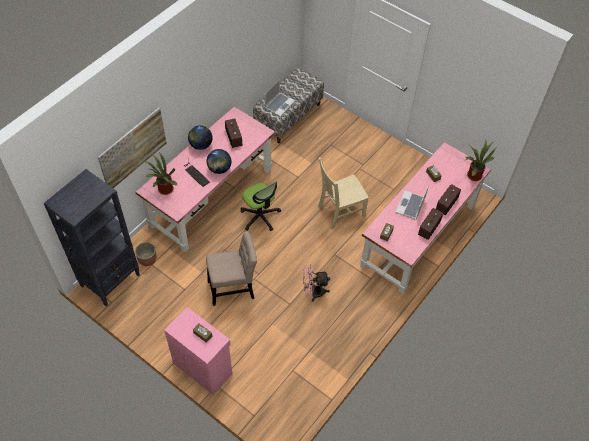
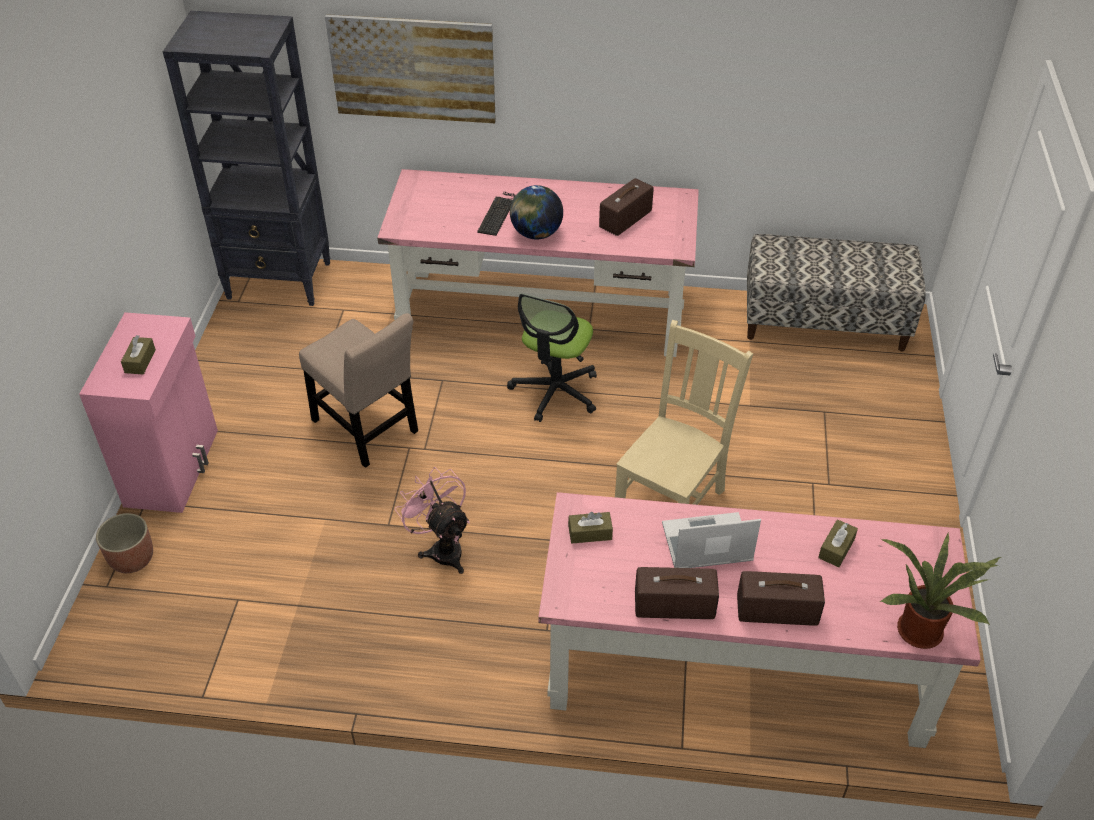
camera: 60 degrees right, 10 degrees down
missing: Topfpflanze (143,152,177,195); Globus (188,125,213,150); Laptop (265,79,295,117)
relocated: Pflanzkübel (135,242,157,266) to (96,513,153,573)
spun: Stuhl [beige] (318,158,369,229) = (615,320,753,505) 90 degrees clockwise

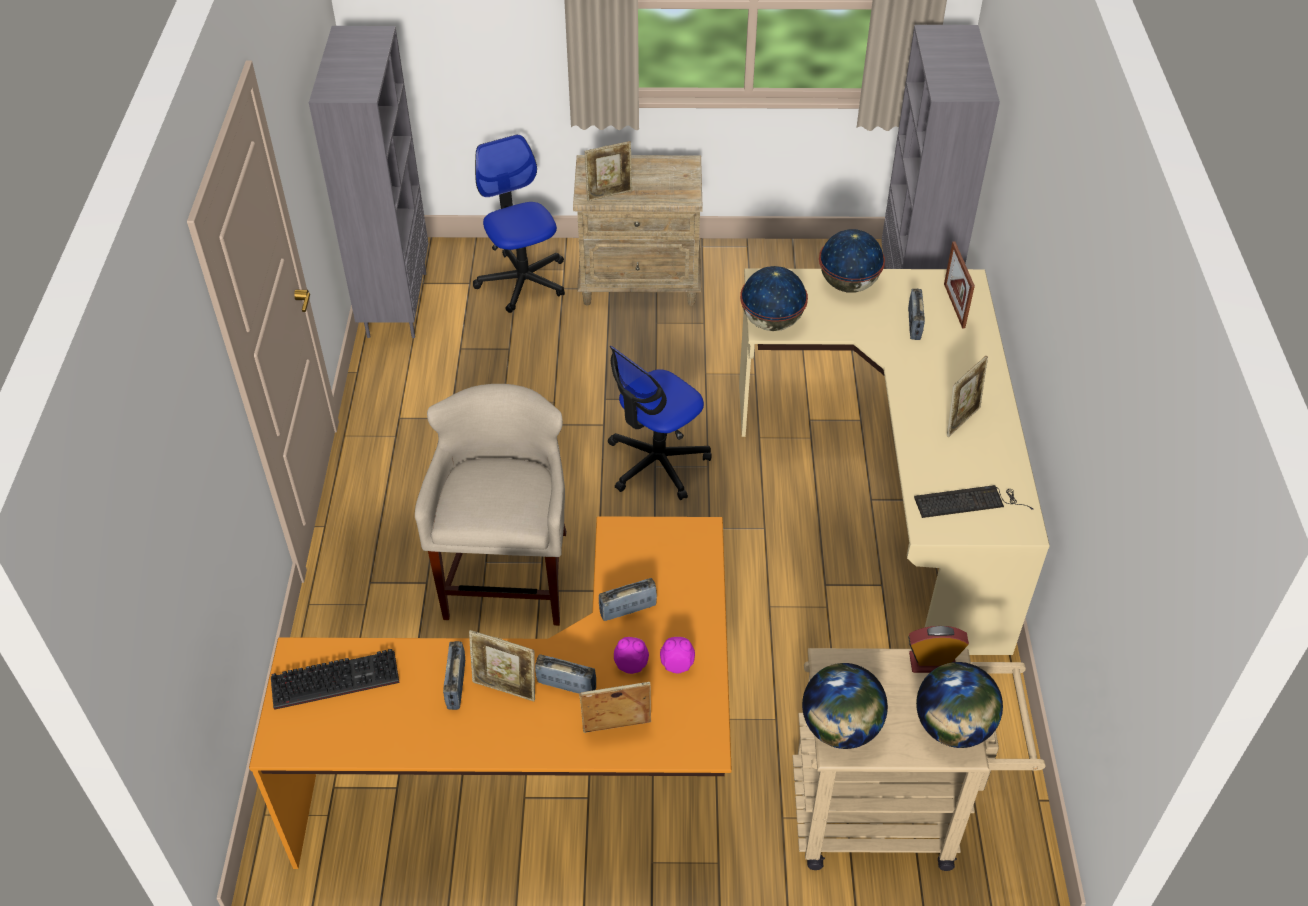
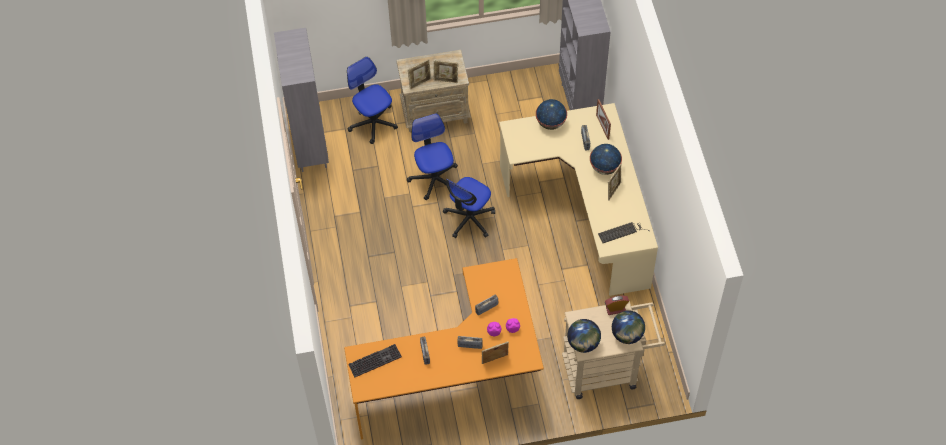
camera: 10 degrees left, 10 degrees up
missing: Hocker [beige] (415,384,567,626)
appeared: Bürostuhl (407,113,458,200)
relocated: Bilderrahmen (469,630,535,701) to (433,60,458,83); Globus (740,266,808,331) to (590,144,622,175)

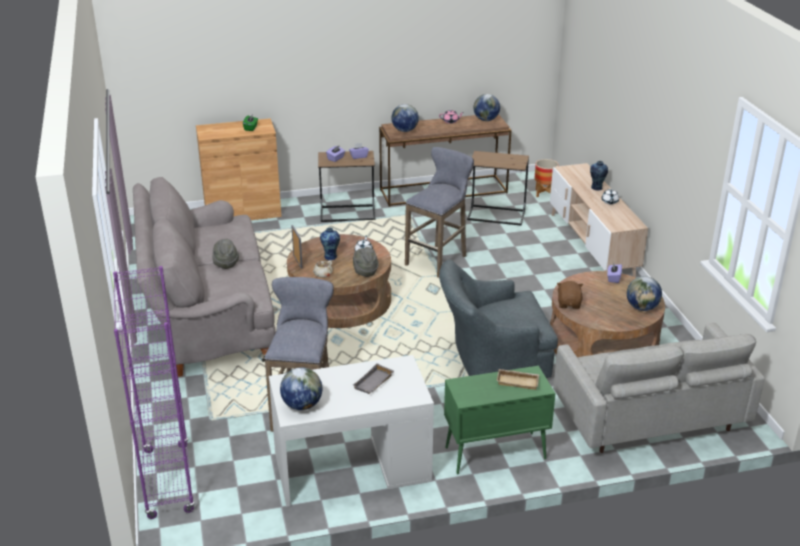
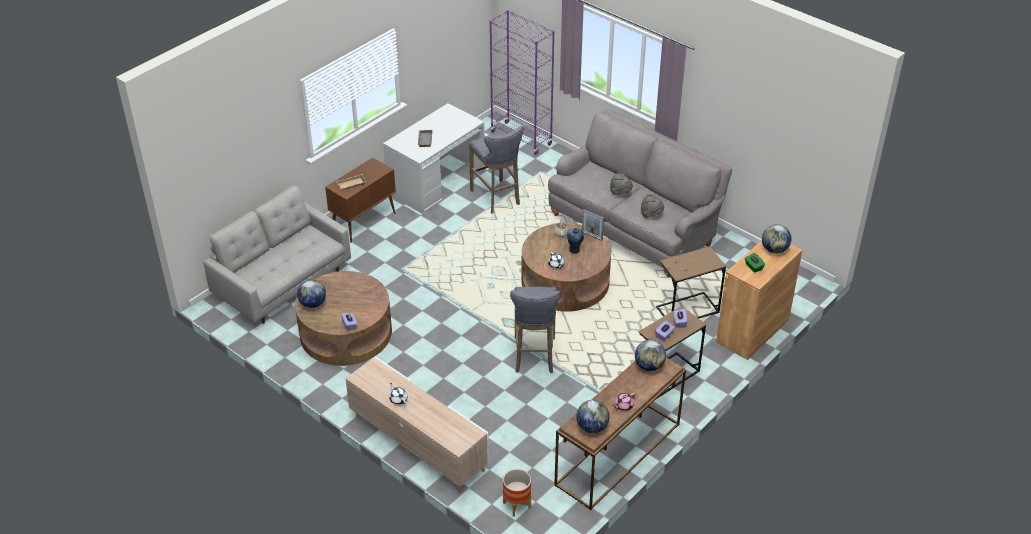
camera: 145 degrees right, 10 degrees up
missing: Sessel [grau] (439,260,558,378); Plüschtier [braun] (557,281,583,309); Vase (590,161,608,191)
relocated: Globus (280,367,322,410) to (762,224,792,254); Hut [grau] (353,247,379,277) to (640,194,664,218); Beistelltisch [braun] (467,151,529,226) to (656,246,726,318)
colour: Schrank [grün] (444,366,556,474) to Schrank [braun] (325,157,396,243)

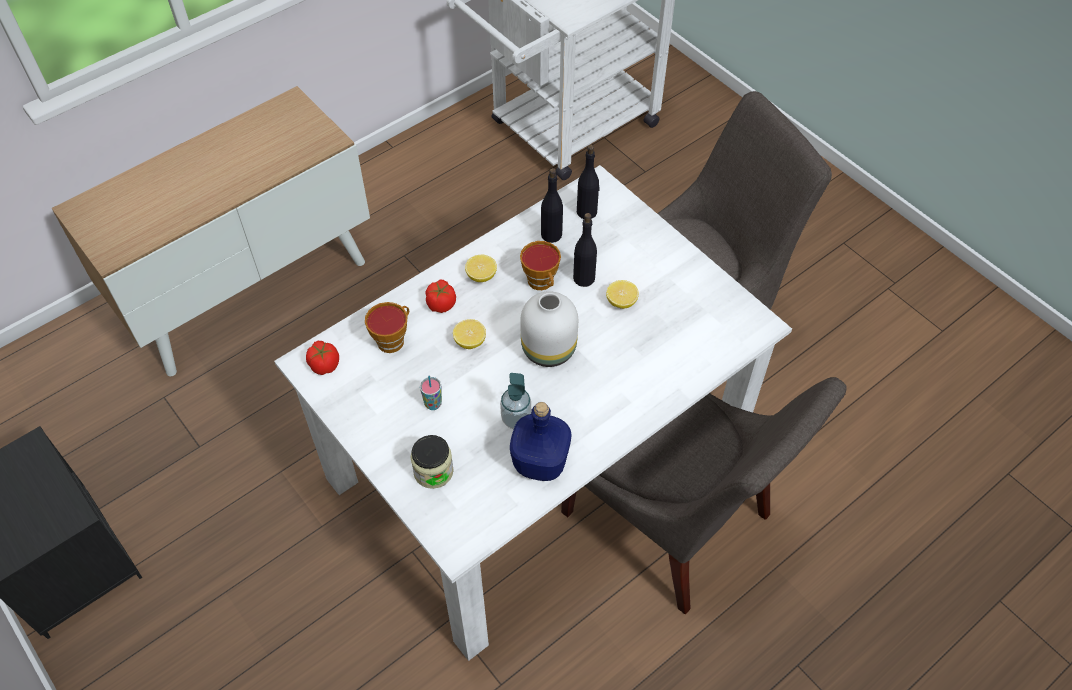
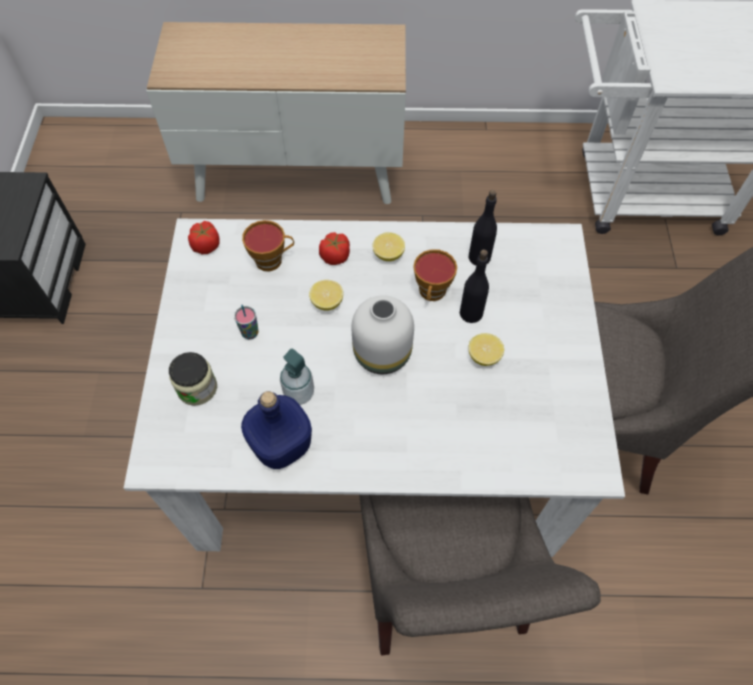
camera: 40 degrees right, 5 degrees up
missing: Flasche [schwarz] (577,145,600,219)

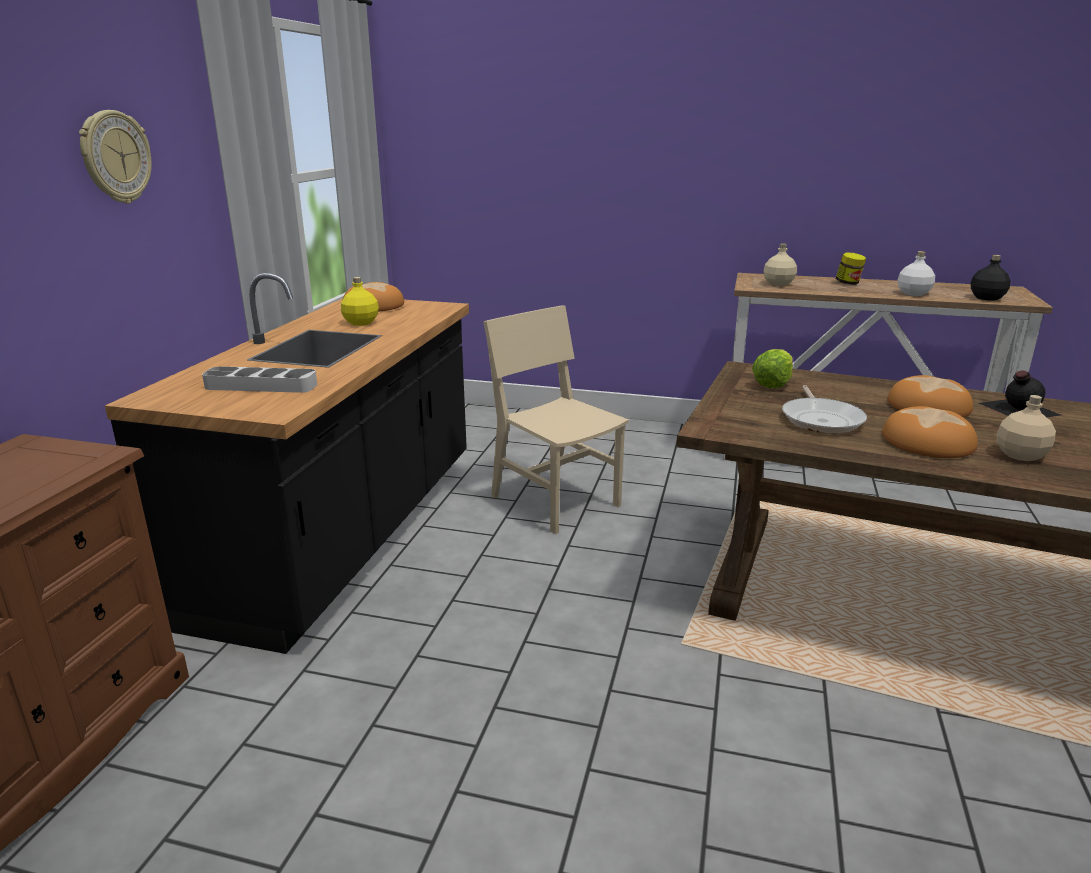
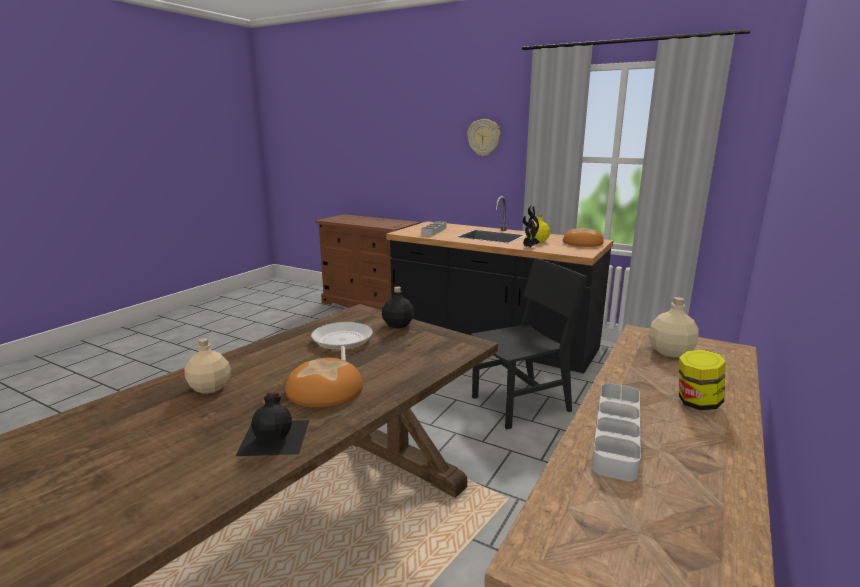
camera: 105 degrees right, 5 degrees down
missing: Salatkopf (752,349,793,388); Brot (882,406,978,458)
appeared: Topfpflanze (523,205,540,247)
relocated: Flasche [schwarz] (970,255,1011,301) to (382,287,414,328)
exchanged: Flasche [weiß] (898,251,935,296) to Tablett [grau] (591,383,641,481)
colour: Stuhl [beige] (483,305,629,534) to Stuhl [schwarz] (471,258,587,429)
spun: Pfanne (782,385,867,434) = (311,322,373,361) 60 degrees clockwise

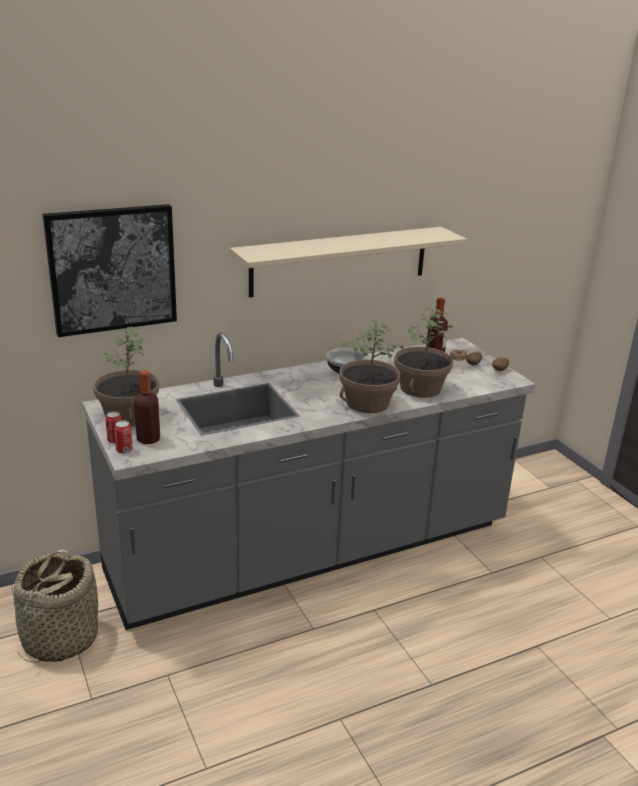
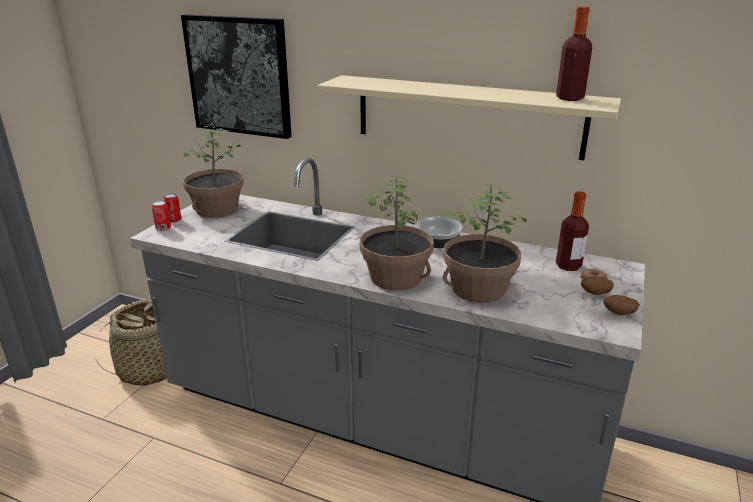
camera: 50 degrees right, 0 degrees up
relocated: Flasche (134,370,160,444) to (556,7,592,101)

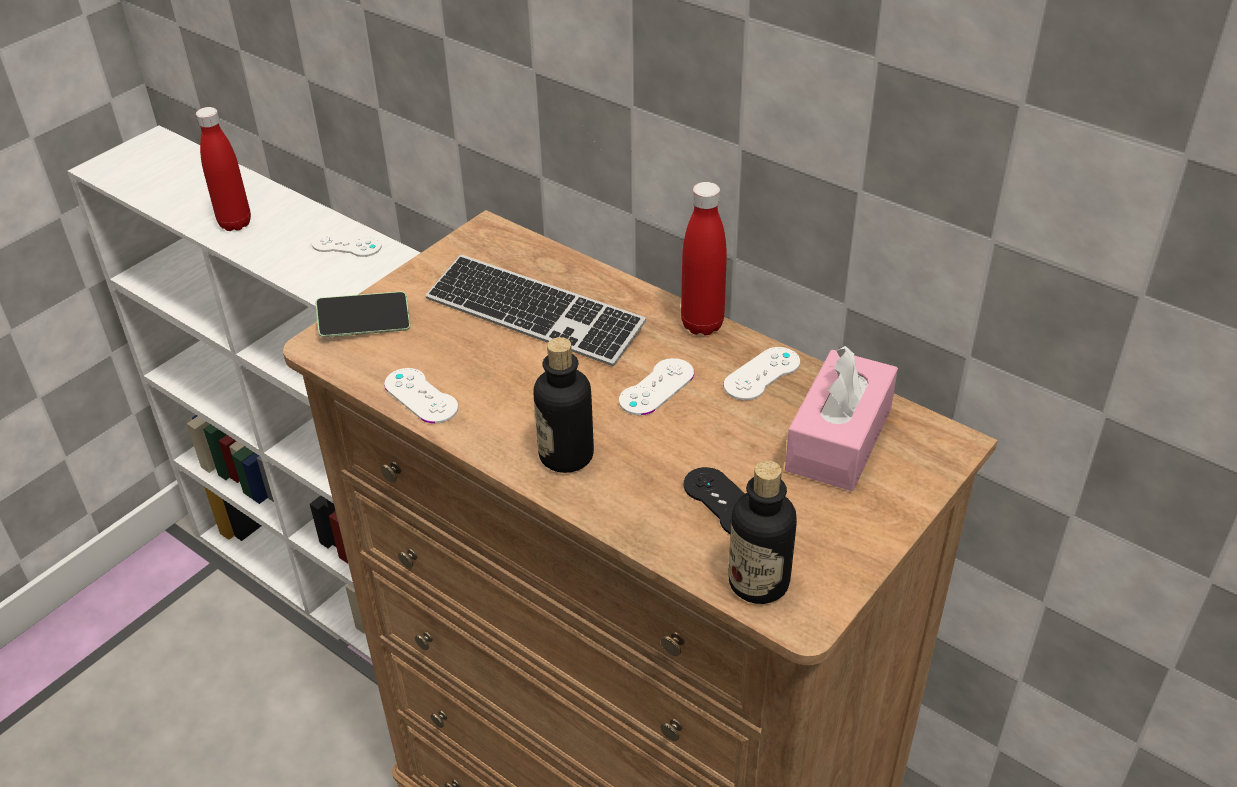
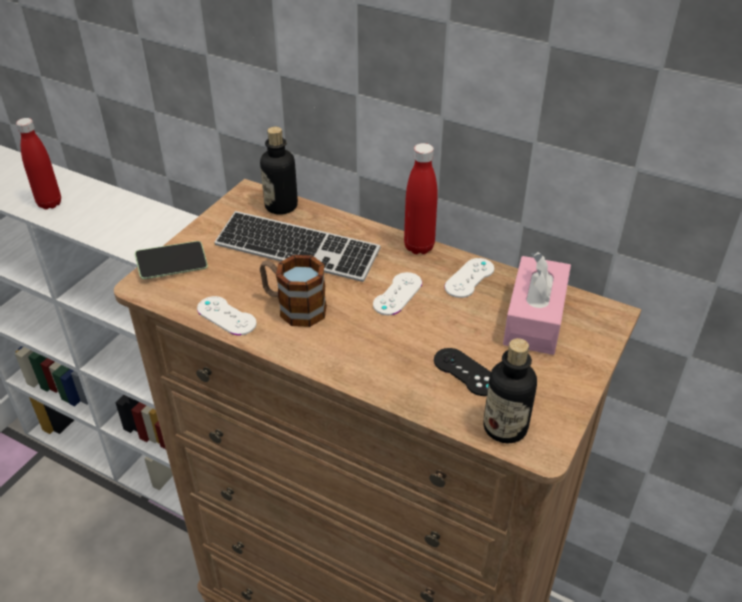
camera: 10 degrees left, 0 degrees up
missing: Gamepad [weiß] (311,232,382,257)
appeared: Henkelbecher (260,255,327,327)
relocated: Flasche (533,337,594,473) to (260,127,298,215)

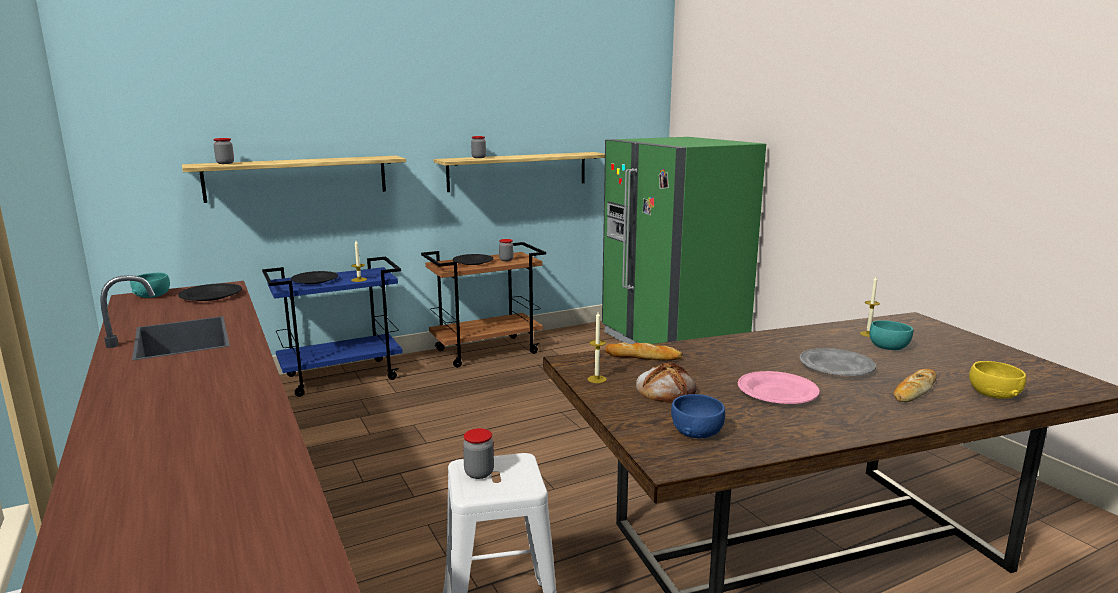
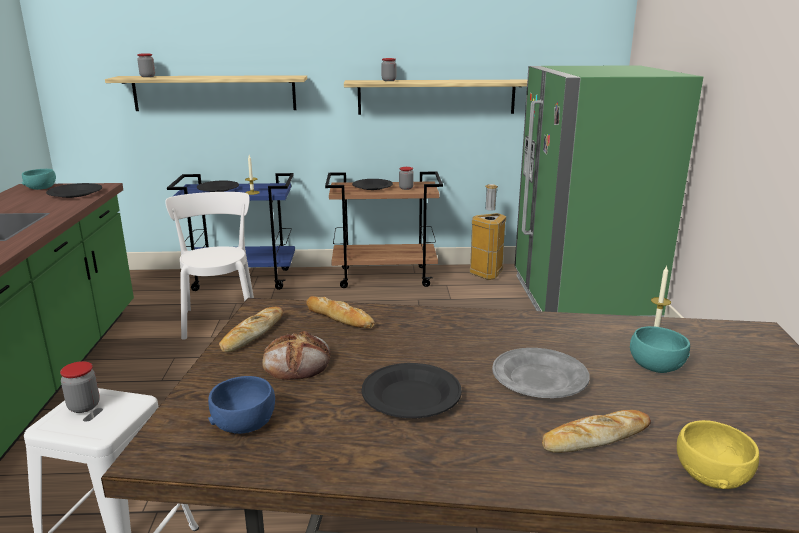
camera: 25 degrees right, 5 degrees up
appeared: Stuhl [weiß] (165,192,254,340); Mülleimer (470,184,506,280)
exchanged: Kerze (588,312,607,383) to Brot (219,307,283,352)
colour: Teller [rosa] (738,371,820,404) to Teller [schwarz] (361,363,462,418)

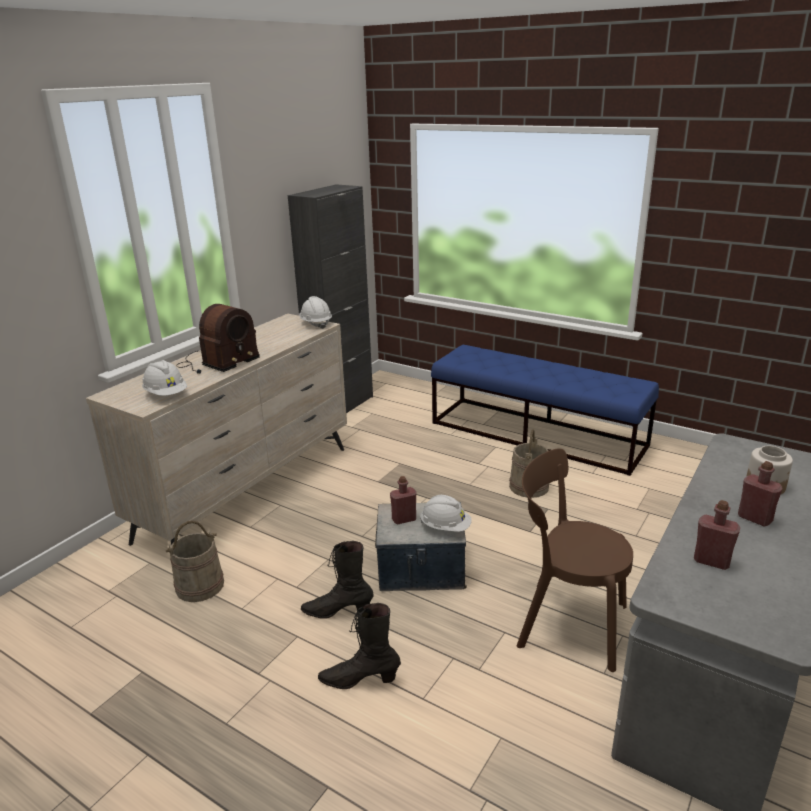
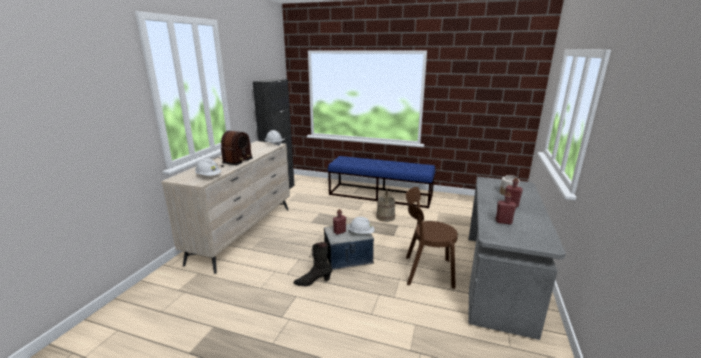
camera: 15 degrees left, 5 degrees down
missing: Eimer [beige] (165,521,224,602); Stiefel [schwarz] (318,603,401,689)

